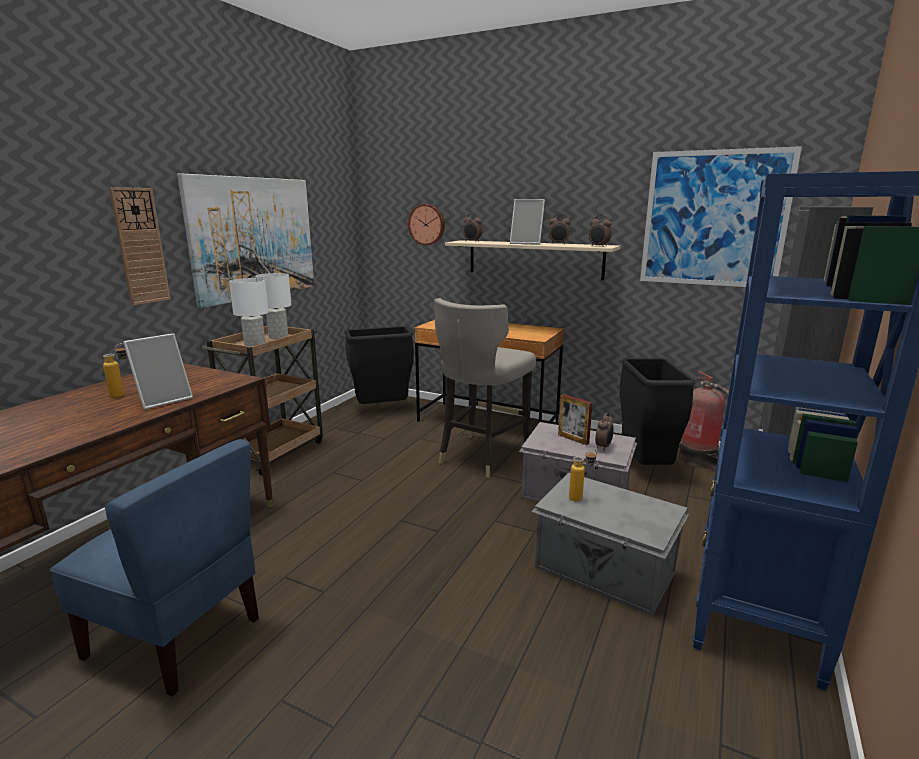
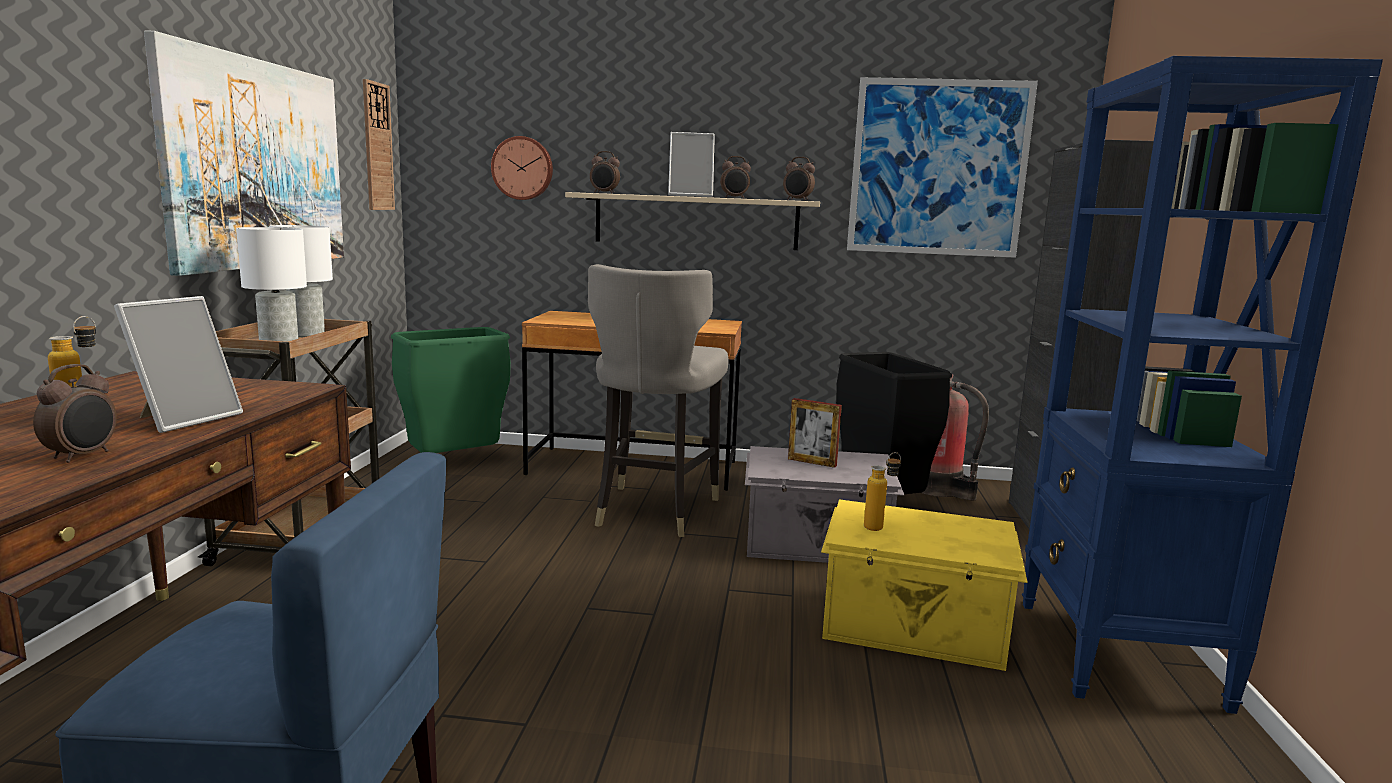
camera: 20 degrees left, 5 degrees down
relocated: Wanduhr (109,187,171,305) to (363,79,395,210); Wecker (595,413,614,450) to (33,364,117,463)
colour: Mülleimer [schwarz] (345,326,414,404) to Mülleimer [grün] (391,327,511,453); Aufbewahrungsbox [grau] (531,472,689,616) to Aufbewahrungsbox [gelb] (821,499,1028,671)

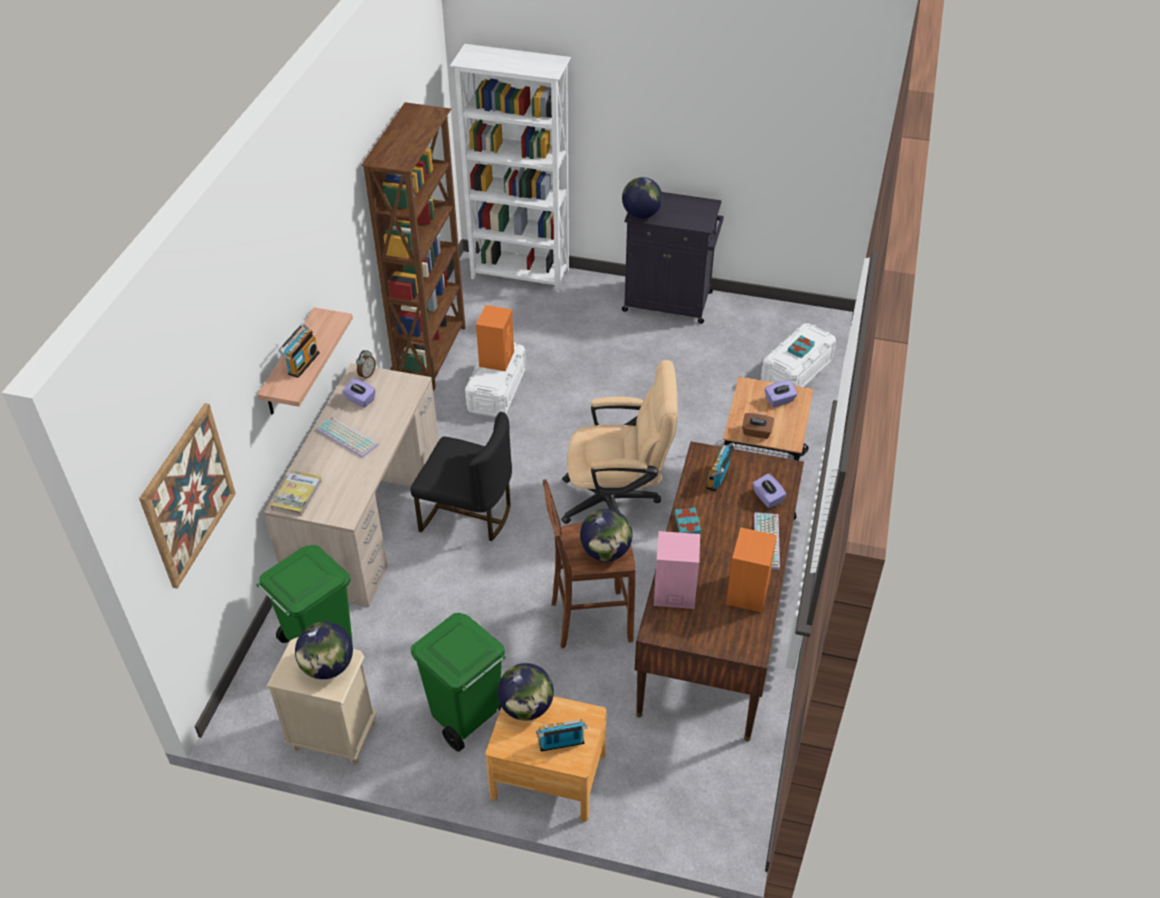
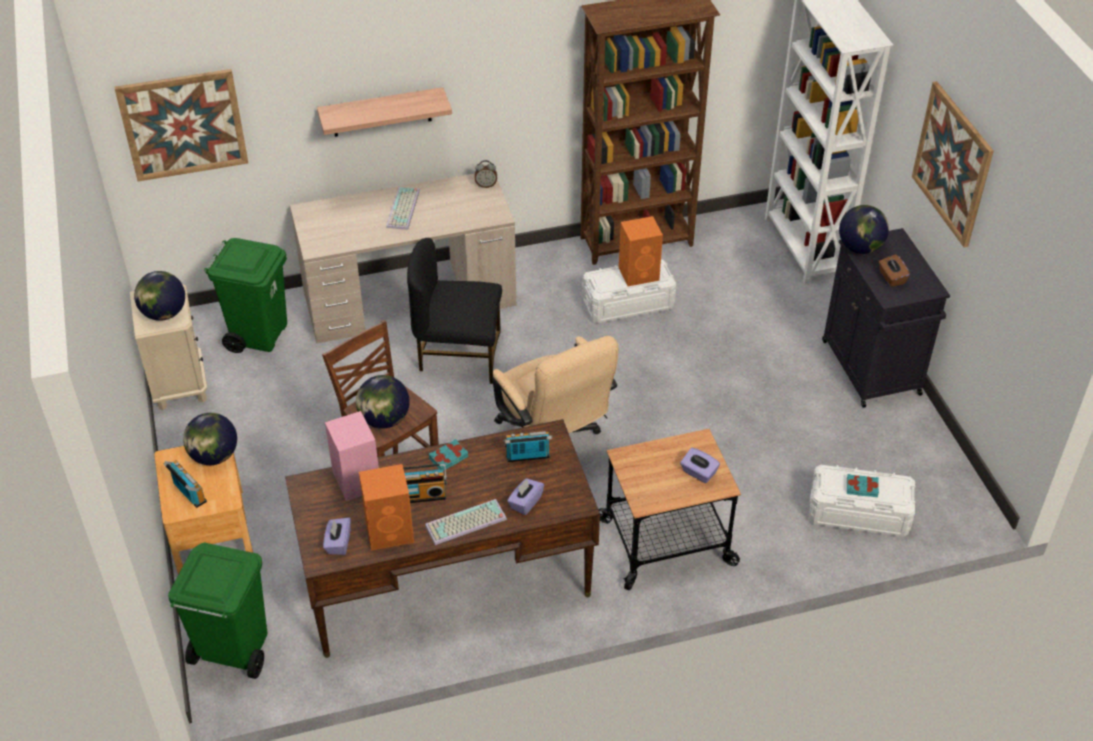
camera: 60 degrees right, 0 degrees up
missing: Buch (270,470,322,516)
appeared: Bild (912,81,994,247)
relocated: Radio (278,323,319,378) to (403,463,447,503); Taschentuchbox [lila] (342,379,376,408) to (323,518,351,555); Mülleimer [grün] (411,613,506,752) to (168,542,267,679); Taschentuchbox [braun] (742,413,774,439) to (879,254,910,287)
spun: Stuhl [schwarz] (410,412,512,541) = (407,238,502,384) 105 degrees clockwise

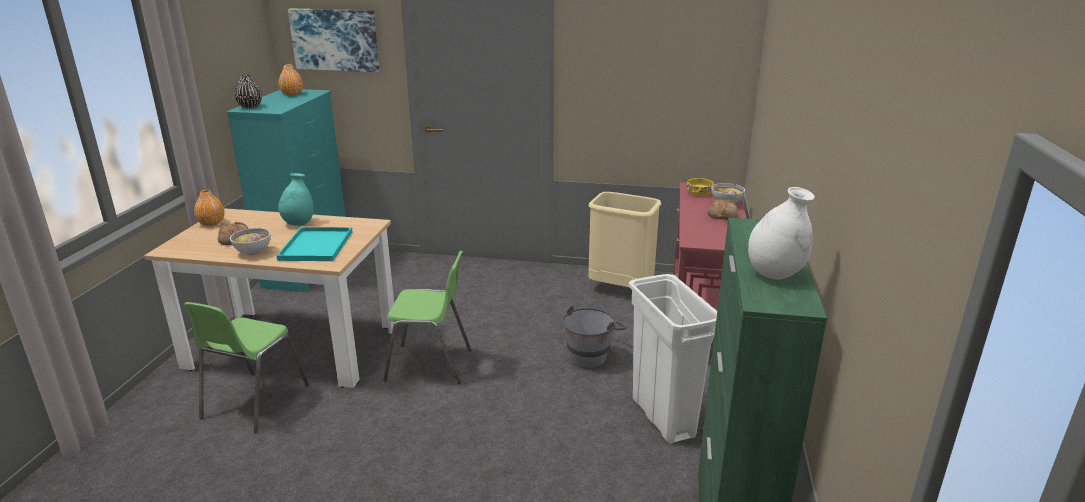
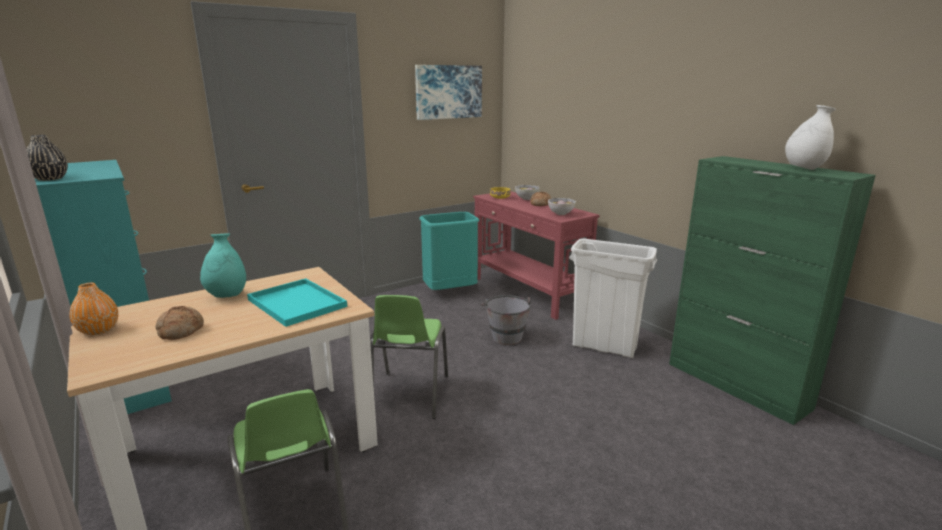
camera: 45 degrees left, 5 degrees down
missing: Vase [orange] (279,64,303,96)
relocated: Schüssel (230,228,271,255) to (548,198,576,215); Bild (288,9,379,72) to (415,65,482,120)
colour: Mülleimer [beige] (588,192,661,288) to Mülleimer [türkis] (419,212,479,290)
spun: Stuhl [grün] (383,251,472,384) = (370,295,448,419) 135 degrees clockwise

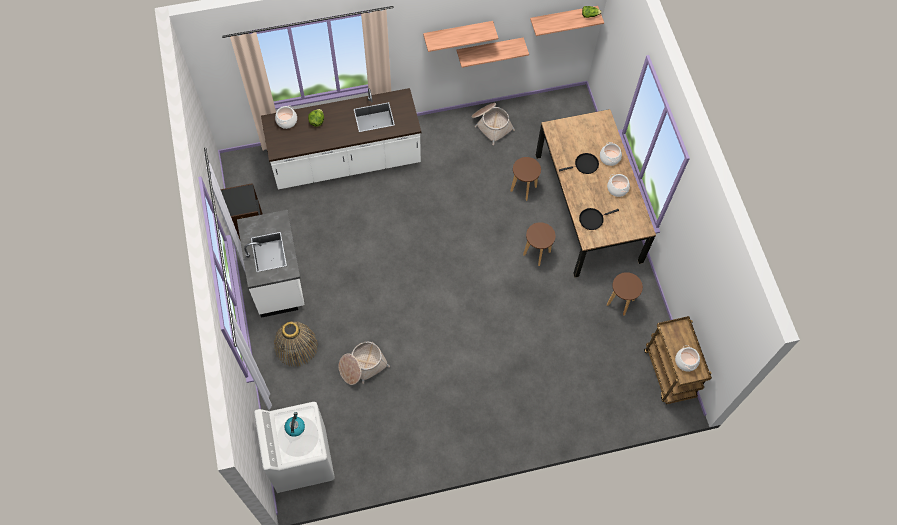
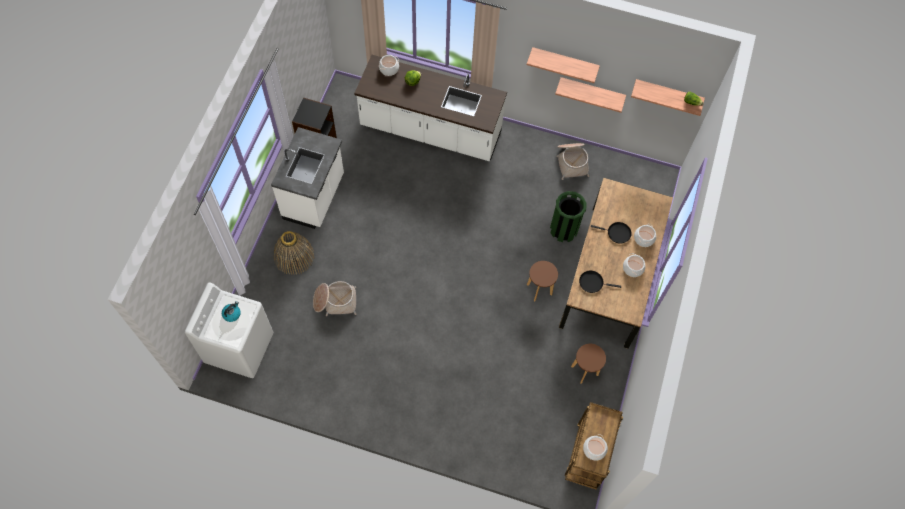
camera: 30 degrees right, 0 degrees up
exchanged: Hocker [braun] (510,157,541,201) to Mülleimer [grün] (550,191,586,242)

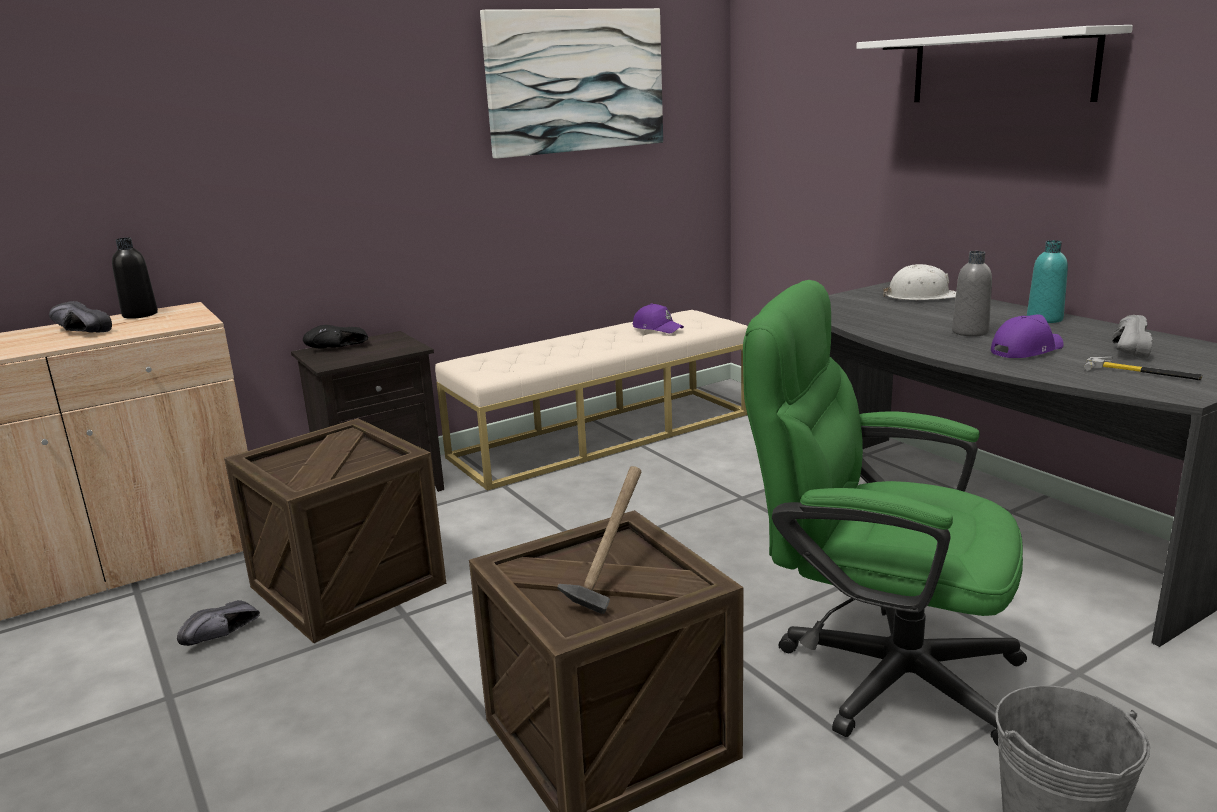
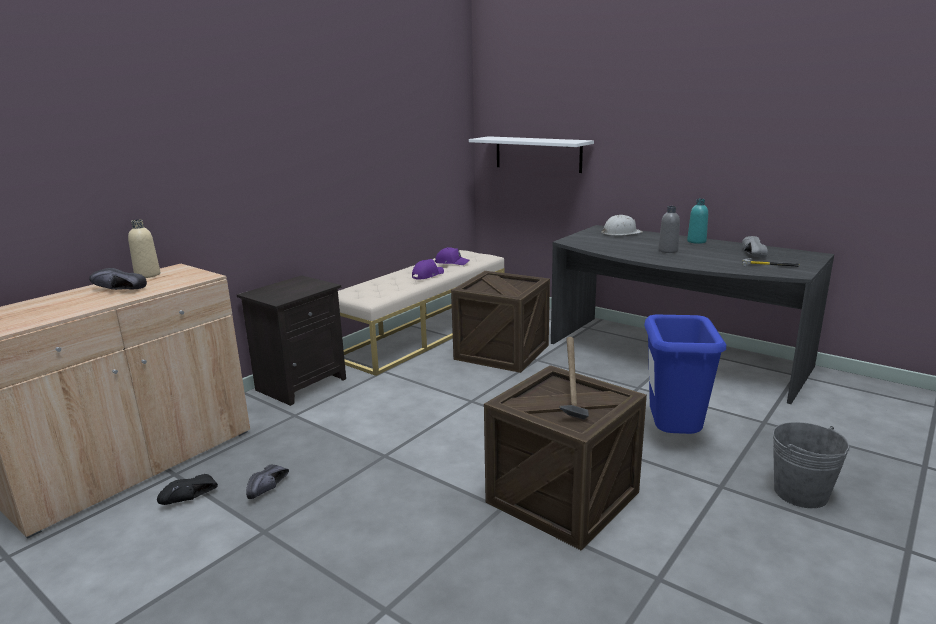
camera: 20 degrees left, 0 degrees up
missing: Bild (480,8,663,159)
relocated: Kiste (224,418,446,643) to (451,271,550,373); Schuh [schwarz] (303,325,368,348) to (157,474,218,505); Wandregal [weiß] (856,25,1133,102) to (469,136,594,173); Kappe [lila] (991,315,1063,358) to (412,259,444,279)
exchanged: Bürostuhl [grün] (743,280,1027,746) to Mülleimer [blau] (644,315,726,434)
colour: Flasche [schwarz] (112,238,158,319) to Flasche [beige] (128,220,160,278)

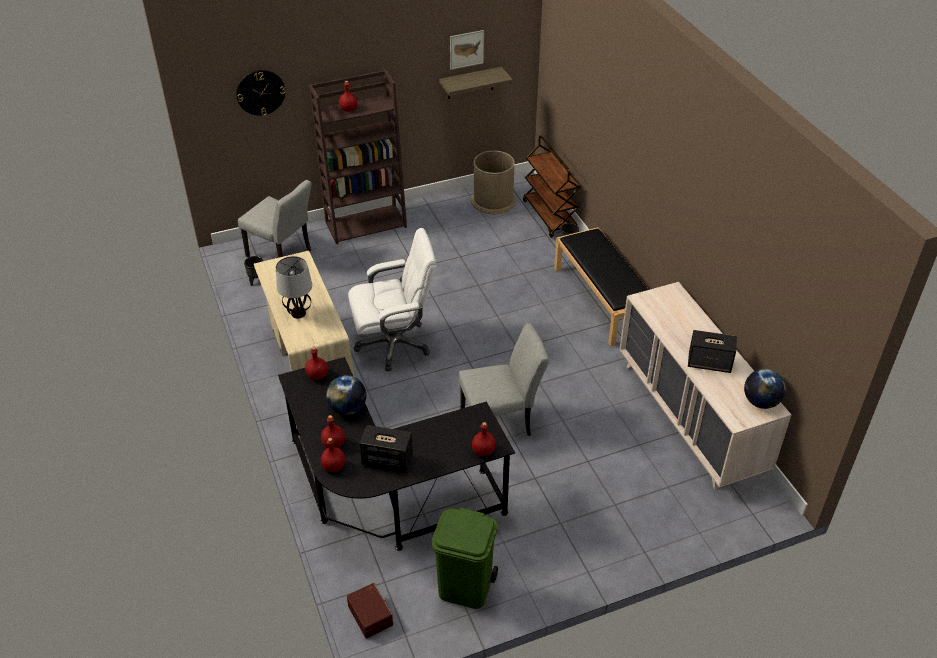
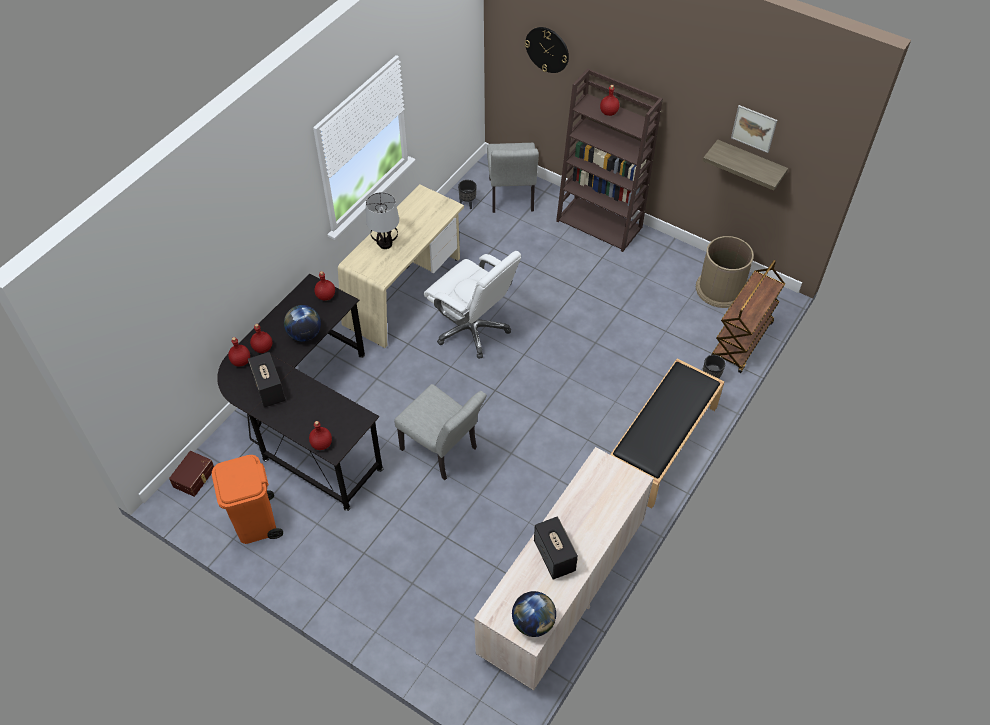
camera: 55 degrees right, 10 degrees up
colour: Mülleimer [grün] (431,508,498,609) to Mülleimer [orange] (212,455,283,544)

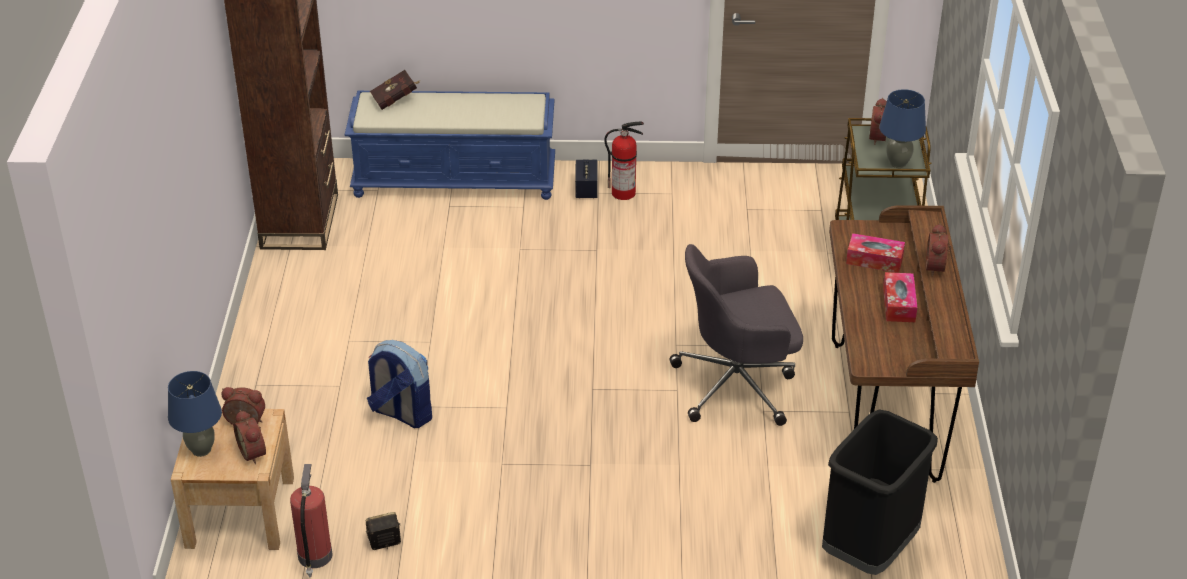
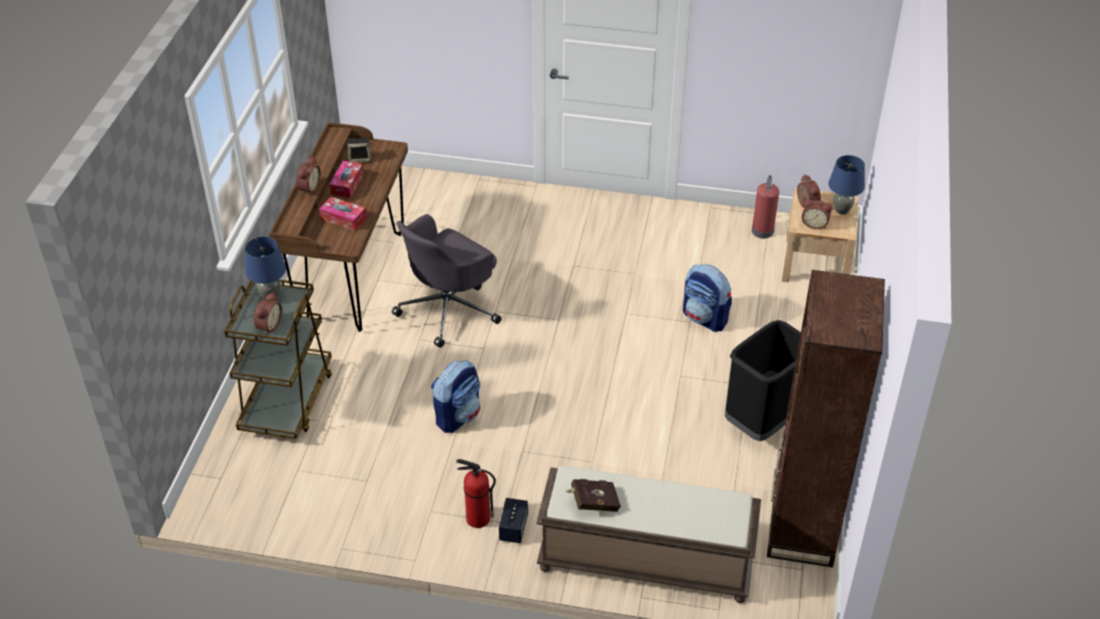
camera: 170 degrees left, 5 degrees up
appeared: Rucksack (431,360,480,433)
relocated: Lautsprecher (366,512,401,550) to (347,138,371,163); Buch [rot] (370,70,421,110) to (566,479,621,512); Mülleimer [schwarz] (822,410,938,575) to (725,320,801,441)
colour: Bank [blau] (345,91,555,200) to Bank [braun] (536,466,761,603)
spun: Bürostuhl [grau] (670,244,803,426) = (392,214,501,348) 135 degrees clockwise

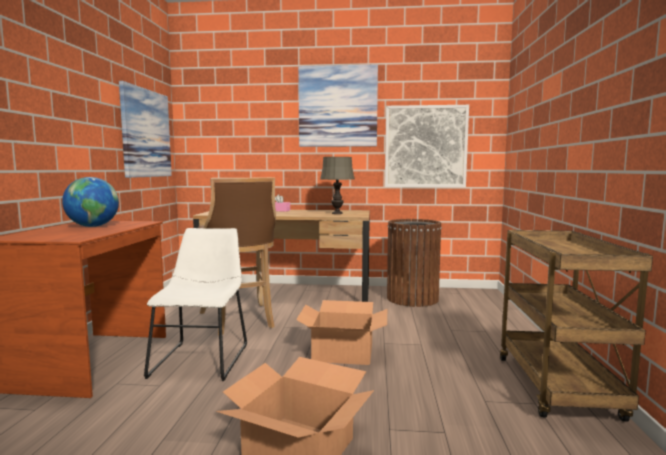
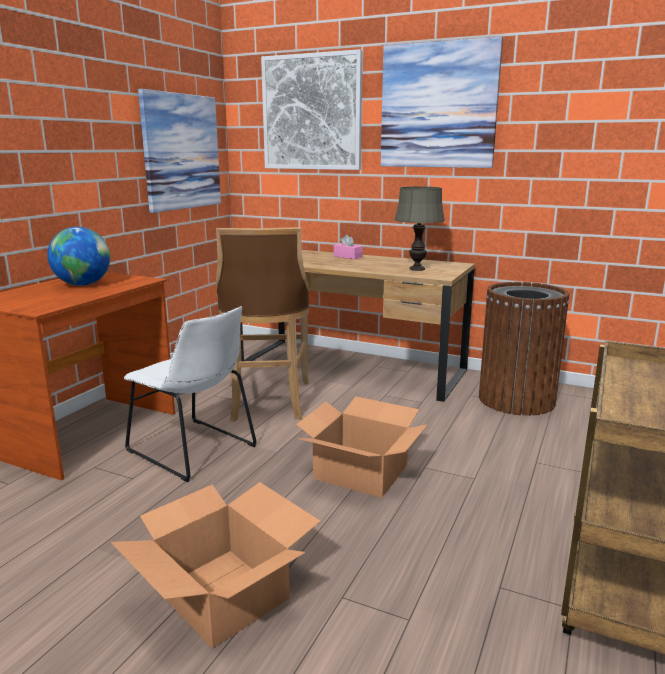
camera: 20 degrees right, 10 degrees up
relocated: Bild (385,105,469,187) to (261,49,363,170)
spun: Stuhl [weiß] (144,228,247,381) = (124,306,257,482) 105 degrees clockwise

